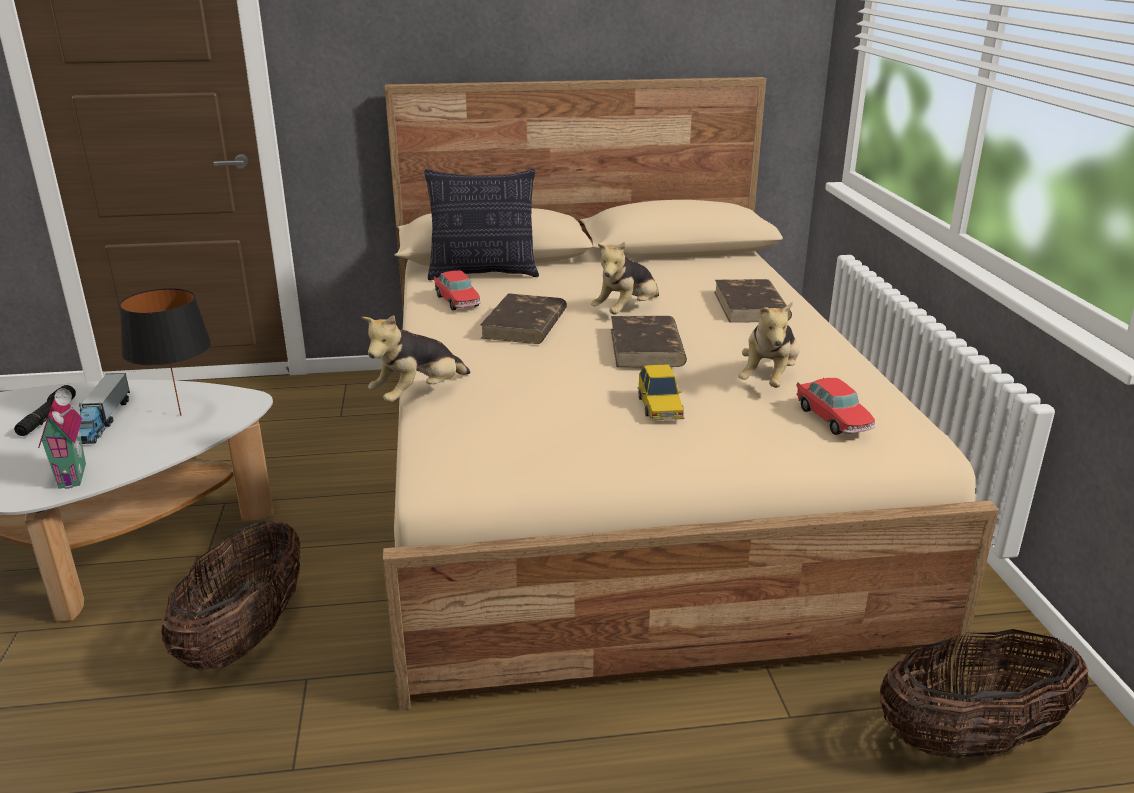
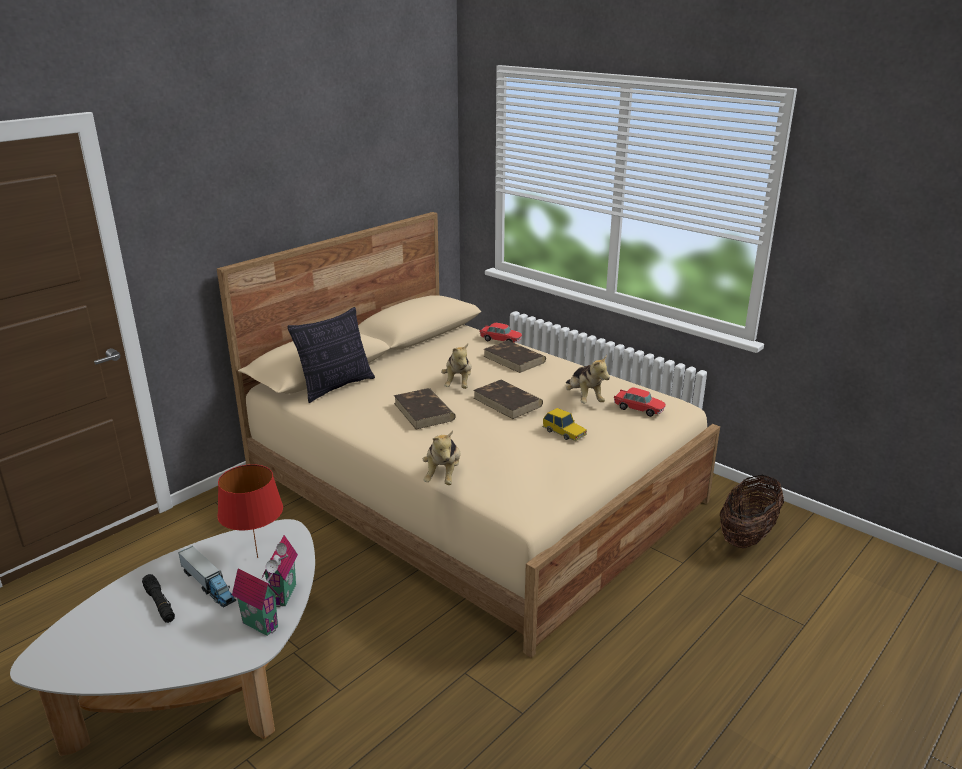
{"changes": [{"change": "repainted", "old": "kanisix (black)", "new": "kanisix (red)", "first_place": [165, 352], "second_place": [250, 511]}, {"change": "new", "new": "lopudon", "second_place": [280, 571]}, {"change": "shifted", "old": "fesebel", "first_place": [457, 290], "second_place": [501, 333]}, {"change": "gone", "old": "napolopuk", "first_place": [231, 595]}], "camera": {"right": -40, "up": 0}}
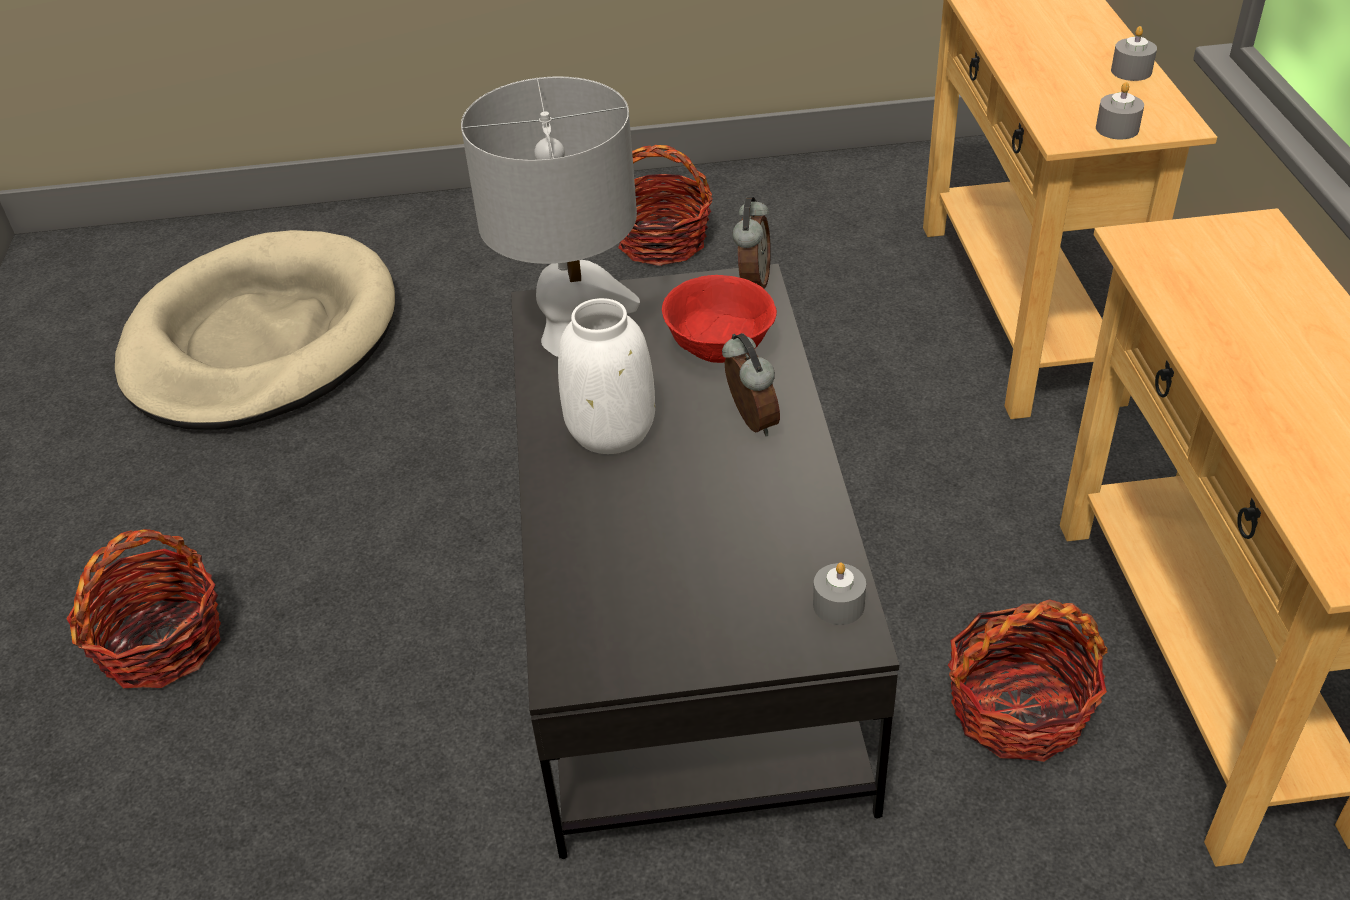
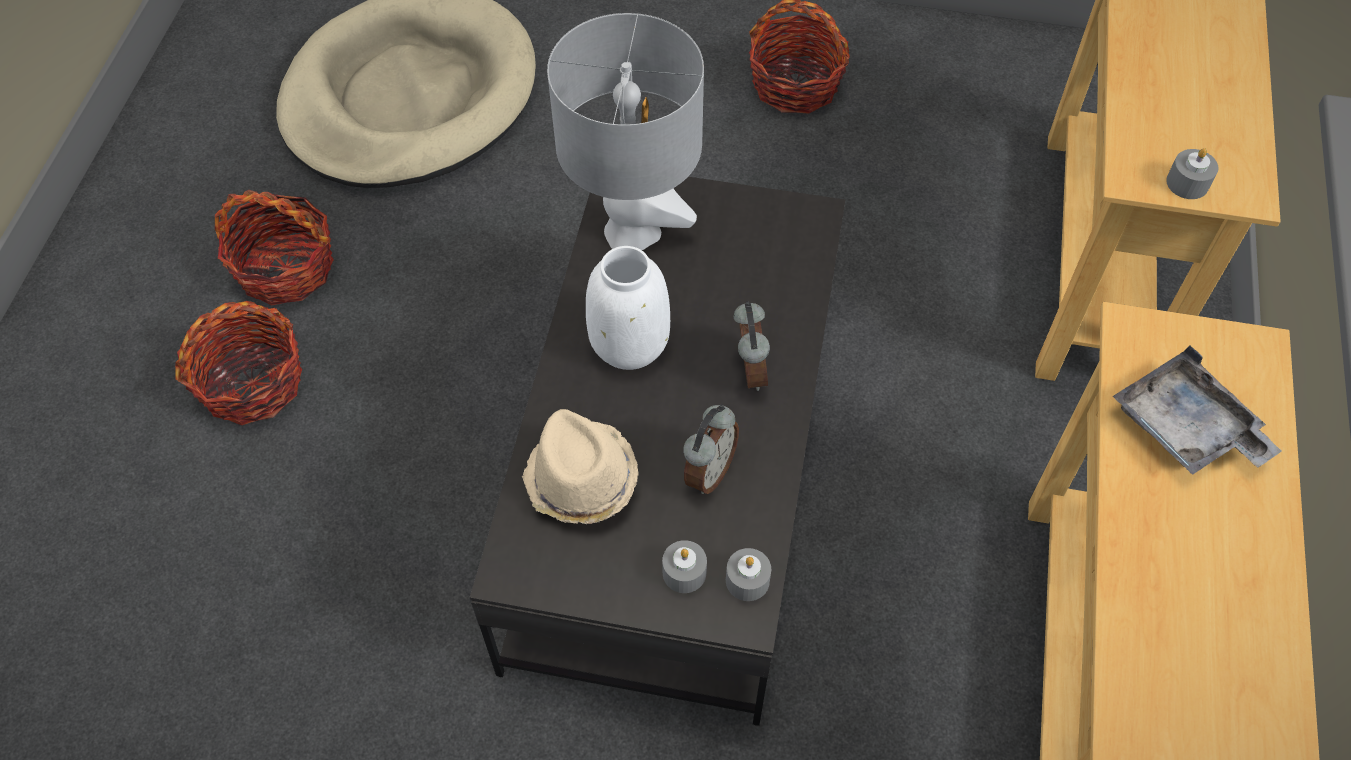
{"changes": [{"change": "shifted", "old": "napolopuk", "first_place": [1028, 680], "second_place": [274, 247]}, {"change": "new", "new": "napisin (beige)", "second_place": [580, 466]}, {"change": "shifted", "old": "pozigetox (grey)", "first_place": [1134, 53], "second_place": [684, 566]}, {"change": "shifted", "old": "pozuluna", "first_place": [752, 243], "second_place": [711, 449]}, {"change": "new", "new": "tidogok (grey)", "second_place": [1197, 410]}, {"change": "gone", "old": "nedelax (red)", "first_place": [719, 319]}], "camera": {"right": 15, "up": 15}}
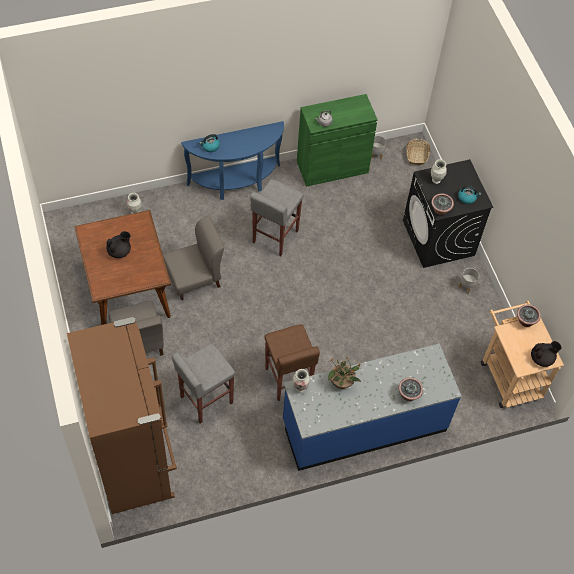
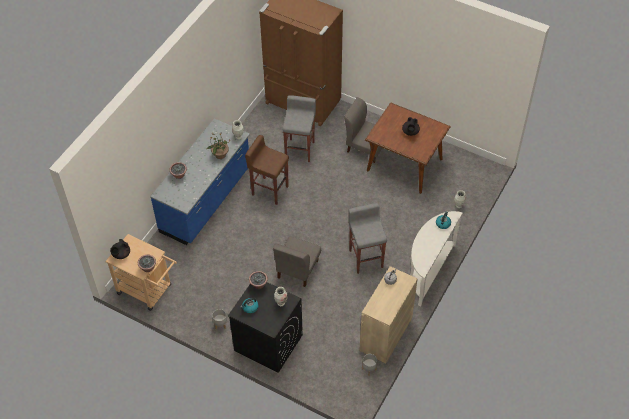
{"changes": [{"change": "shifted", "old": "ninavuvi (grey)", "first_place": [193, 258], "second_place": [297, 261]}, {"change": "repainted", "old": "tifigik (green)", "new": "tifigik (beige)", "first_place": [337, 140], "second_place": [388, 314]}, {"change": "repainted", "old": "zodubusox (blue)", "new": "zodubusox (white)", "first_place": [232, 160], "second_place": [436, 258]}, {"change": "gone", "old": "napolopuk", "first_place": [418, 152]}], "camera": {"right": 140, "up": -5}}
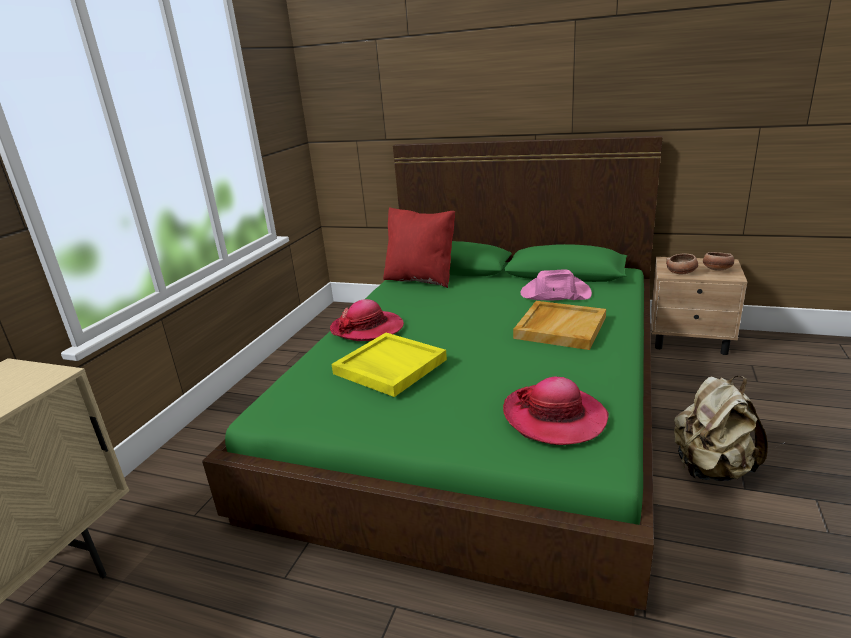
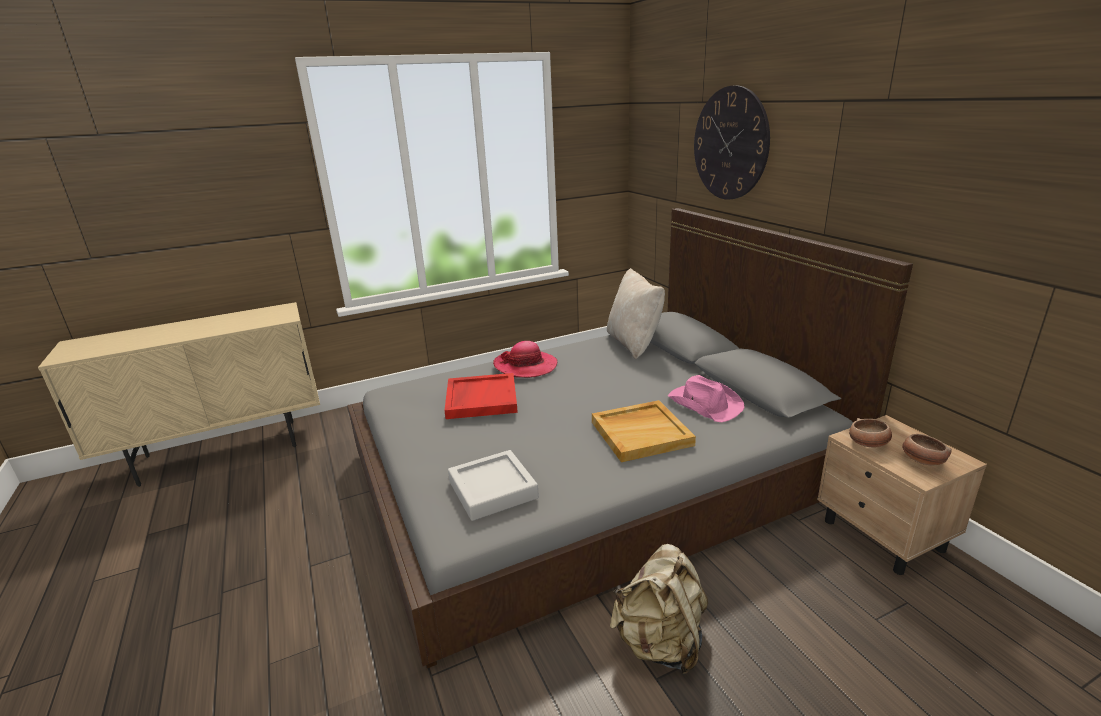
{"changes": [{"change": "repainted", "old": "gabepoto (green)", "new": "gabepoto (grey)", "first_place": [432, 376], "second_place": [630, 438]}, {"change": "repainted", "old": "tidogok (yellow)", "new": "tidogok (red)", "first_place": [389, 365], "second_place": [481, 396]}, {"change": "swapped", "old": "napisin", "new": "tidogok (grey)", "first_place": [556, 411], "second_place": [493, 485]}, {"change": "repainted", "old": "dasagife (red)", "new": "dasagife (beige)", "first_place": [419, 247], "second_place": [636, 313]}, {"change": "new", "new": "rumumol", "second_place": [732, 142]}], "camera": {"right": 45, "up": 0}}
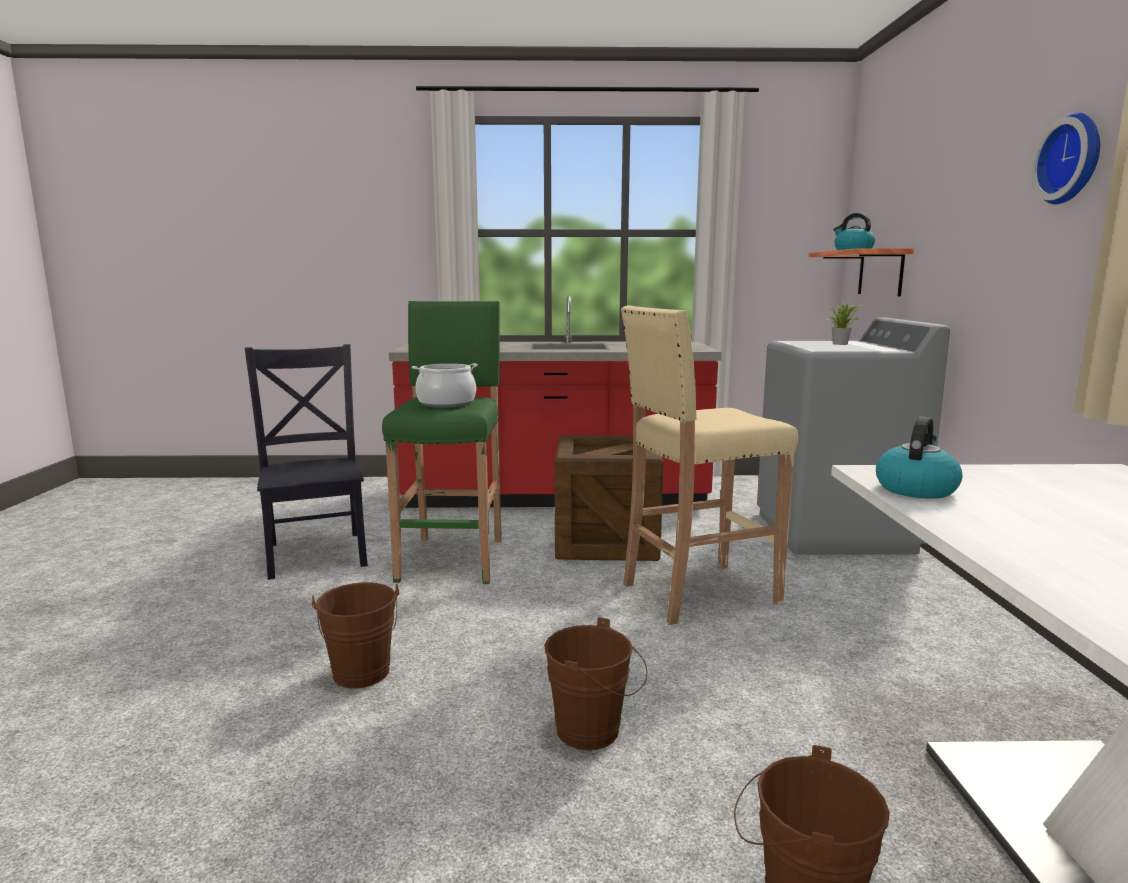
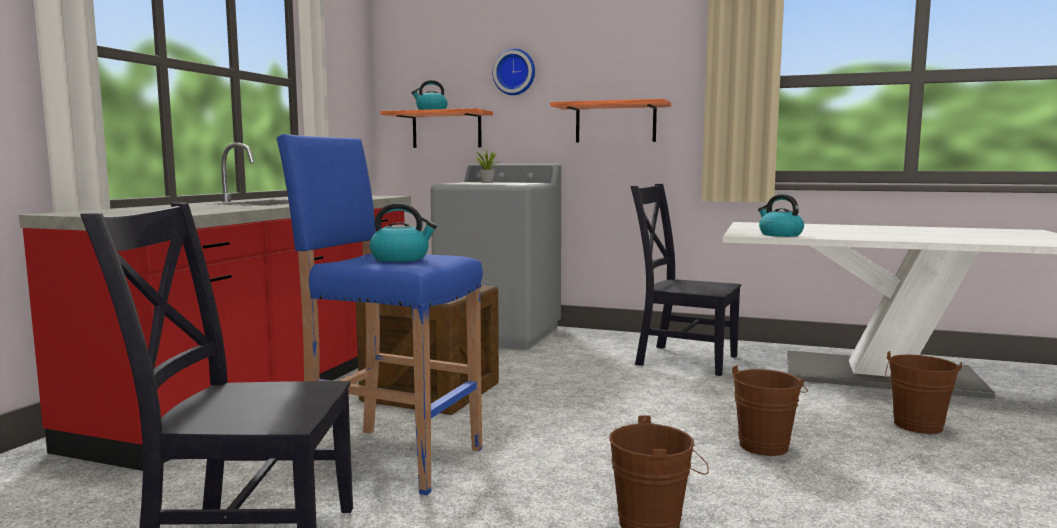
{"changes": [{"change": "repainted", "old": "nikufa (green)", "new": "nikufa (blue)", "first_place": [442, 442], "second_place": [379, 314]}, {"change": "swapped", "old": "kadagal", "new": "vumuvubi", "first_place": [445, 385], "second_place": [403, 232]}, {"change": "shifted", "old": "rumumol", "first_place": [1065, 158], "second_place": [514, 72]}, {"change": "new", "new": "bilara", "second_place": [610, 121]}, {"change": "new", "new": "ninavuvi (black)", "second_place": [685, 280]}, {"change": "gone", "old": "nikufa (beige)", "first_place": [709, 465]}], "camera": {"right": -70, "up": -5}}
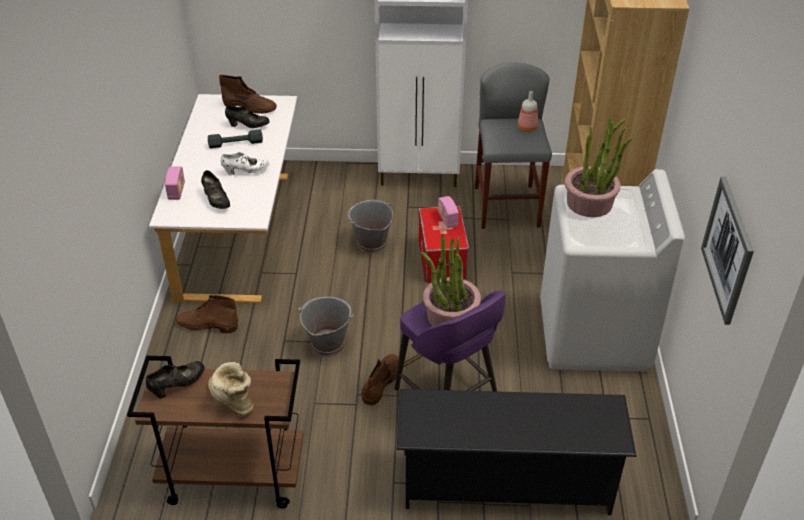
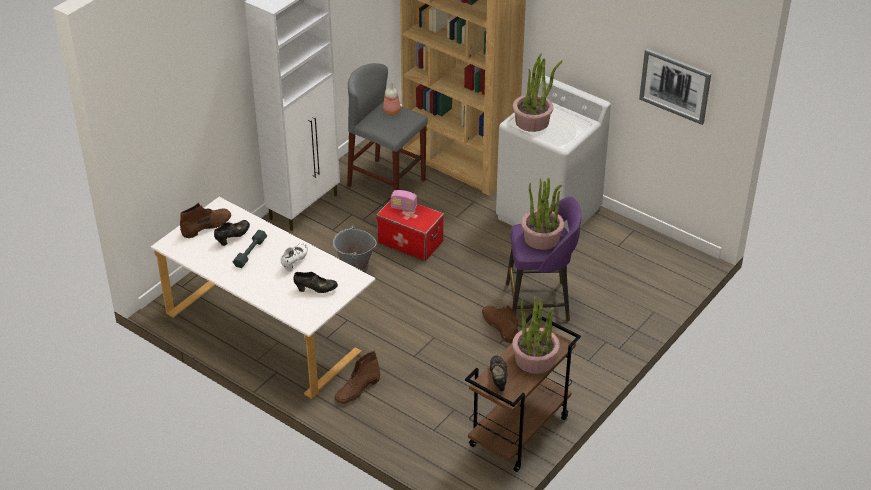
{"changes": [{"change": "swapped", "old": "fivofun", "new": "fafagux", "first_place": [231, 389], "second_place": [536, 335]}, {"change": "gone", "old": "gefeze", "first_place": [175, 183]}, {"change": "gone", "old": "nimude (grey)", "first_place": [326, 327]}, {"change": "gone", "old": "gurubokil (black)", "first_place": [517, 452]}], "camera": {"right": -55, "up": 0}}
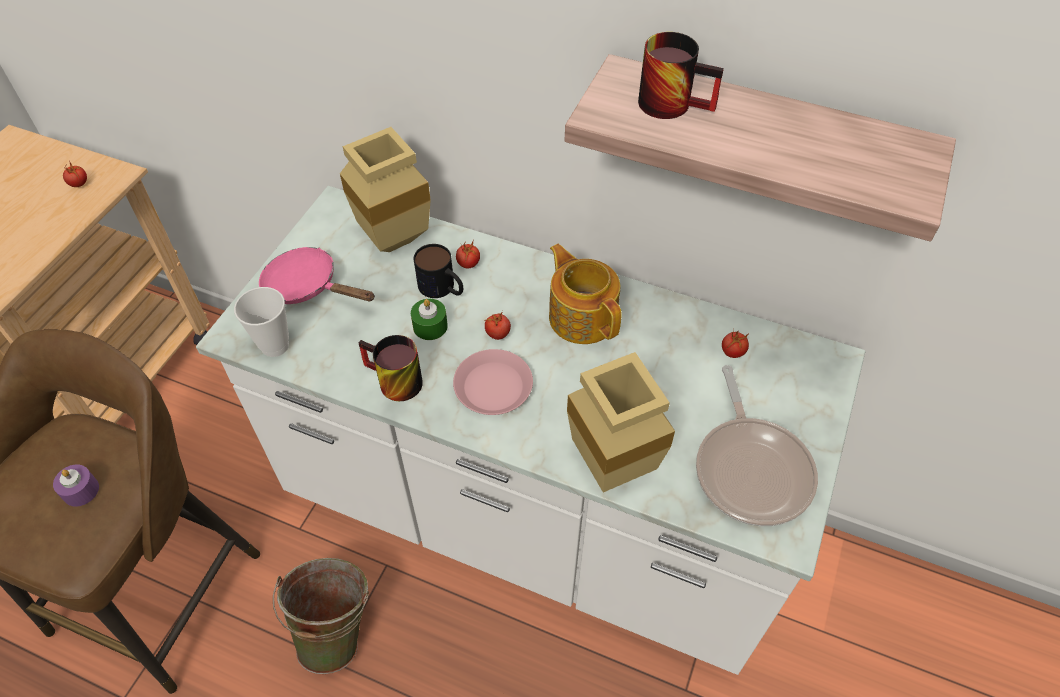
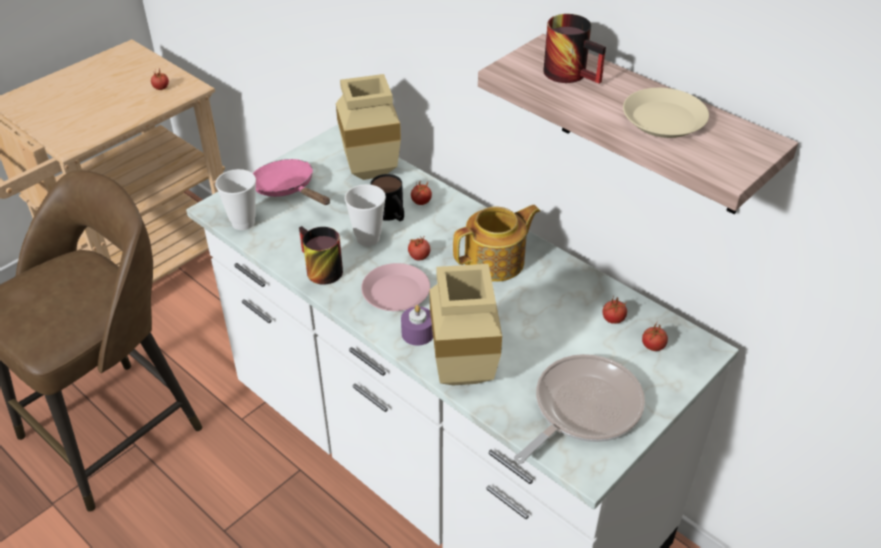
{"changes": [{"change": "swapped", "old": "pozigetox (green)", "new": "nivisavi", "first_place": [429, 319], "second_place": [365, 215]}, {"change": "shifted", "old": "pozigetox (purple)", "first_place": [76, 485], "second_place": [417, 325]}, {"change": "rotated", "old": "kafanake", "first_place": [585, 294], "second_place": [496, 243], "degrees": 75}, {"change": "rotated", "old": "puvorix", "first_place": [757, 445], "second_place": [579, 409], "degrees": -150}, {"change": "new", "new": "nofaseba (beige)", "second_place": [666, 113]}, {"change": "new", "new": "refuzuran", "second_place": [655, 336]}, {"change": "gone", "old": "nimude (green)", "first_place": [321, 616]}], "camera": {"right": 20, "up": -10}}
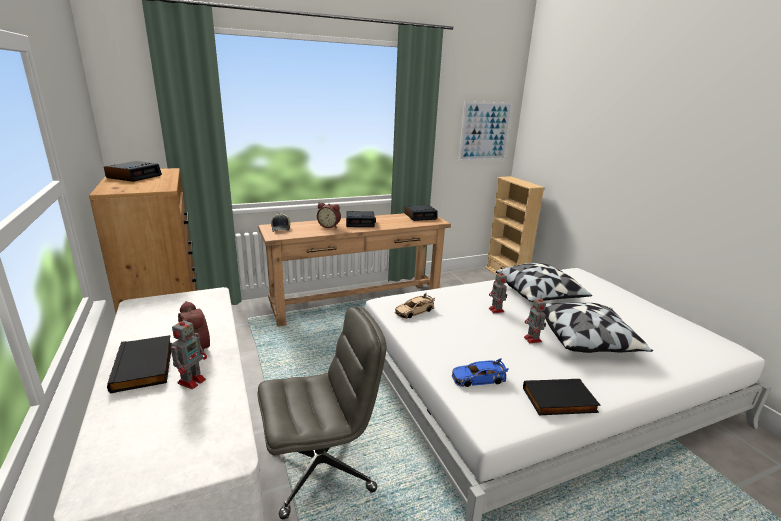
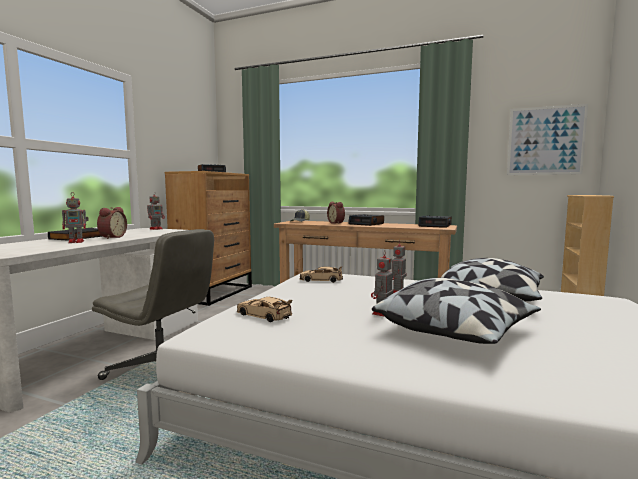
{"changes": [{"change": "new", "new": "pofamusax", "second_place": [156, 211]}, {"change": "repainted", "old": "fesebel (blue)", "new": "fesebel (beige)", "first_place": [480, 372], "second_place": [264, 309]}, {"change": "gone", "old": "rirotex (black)", "first_place": [562, 397]}], "camera": {"right": 45, "up": -15}}
